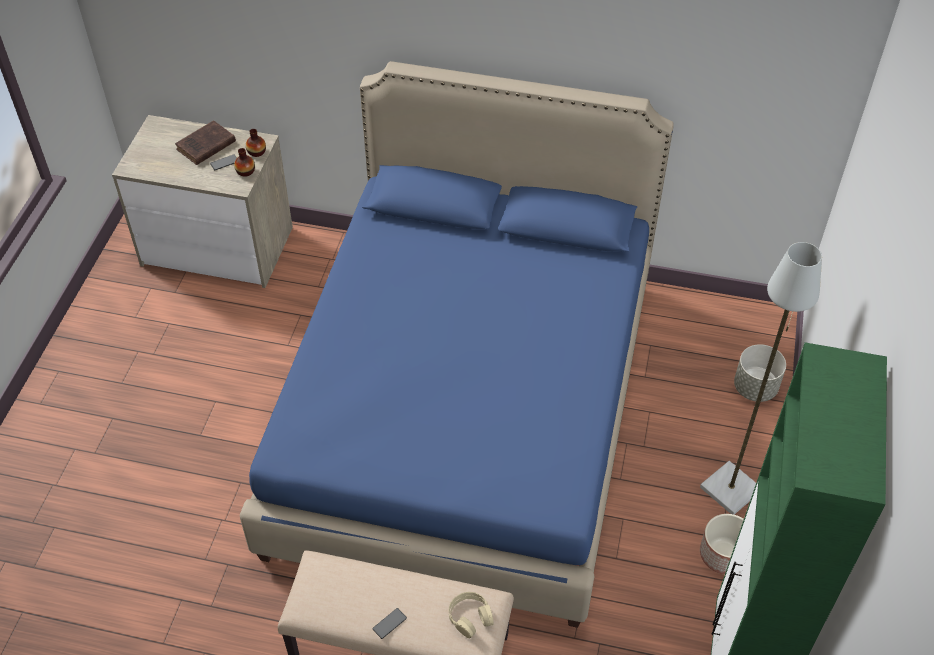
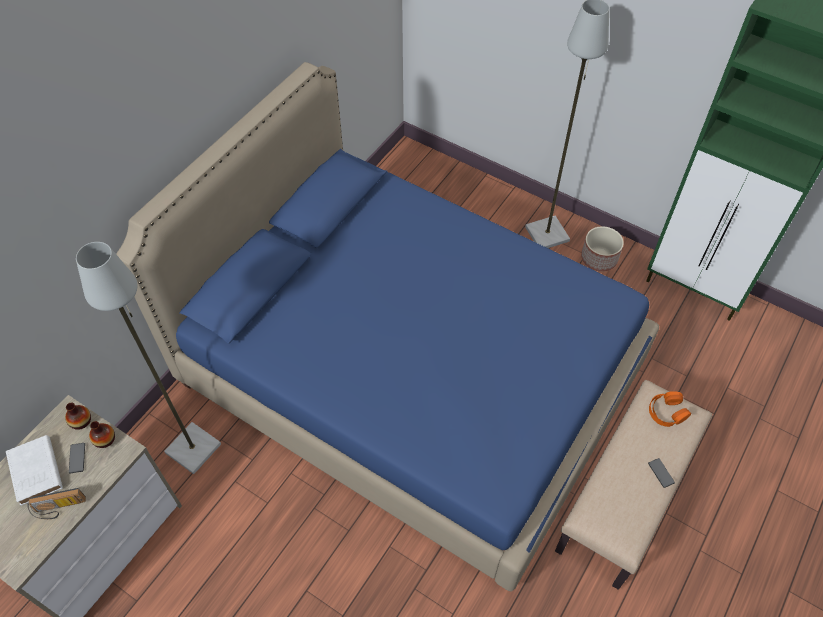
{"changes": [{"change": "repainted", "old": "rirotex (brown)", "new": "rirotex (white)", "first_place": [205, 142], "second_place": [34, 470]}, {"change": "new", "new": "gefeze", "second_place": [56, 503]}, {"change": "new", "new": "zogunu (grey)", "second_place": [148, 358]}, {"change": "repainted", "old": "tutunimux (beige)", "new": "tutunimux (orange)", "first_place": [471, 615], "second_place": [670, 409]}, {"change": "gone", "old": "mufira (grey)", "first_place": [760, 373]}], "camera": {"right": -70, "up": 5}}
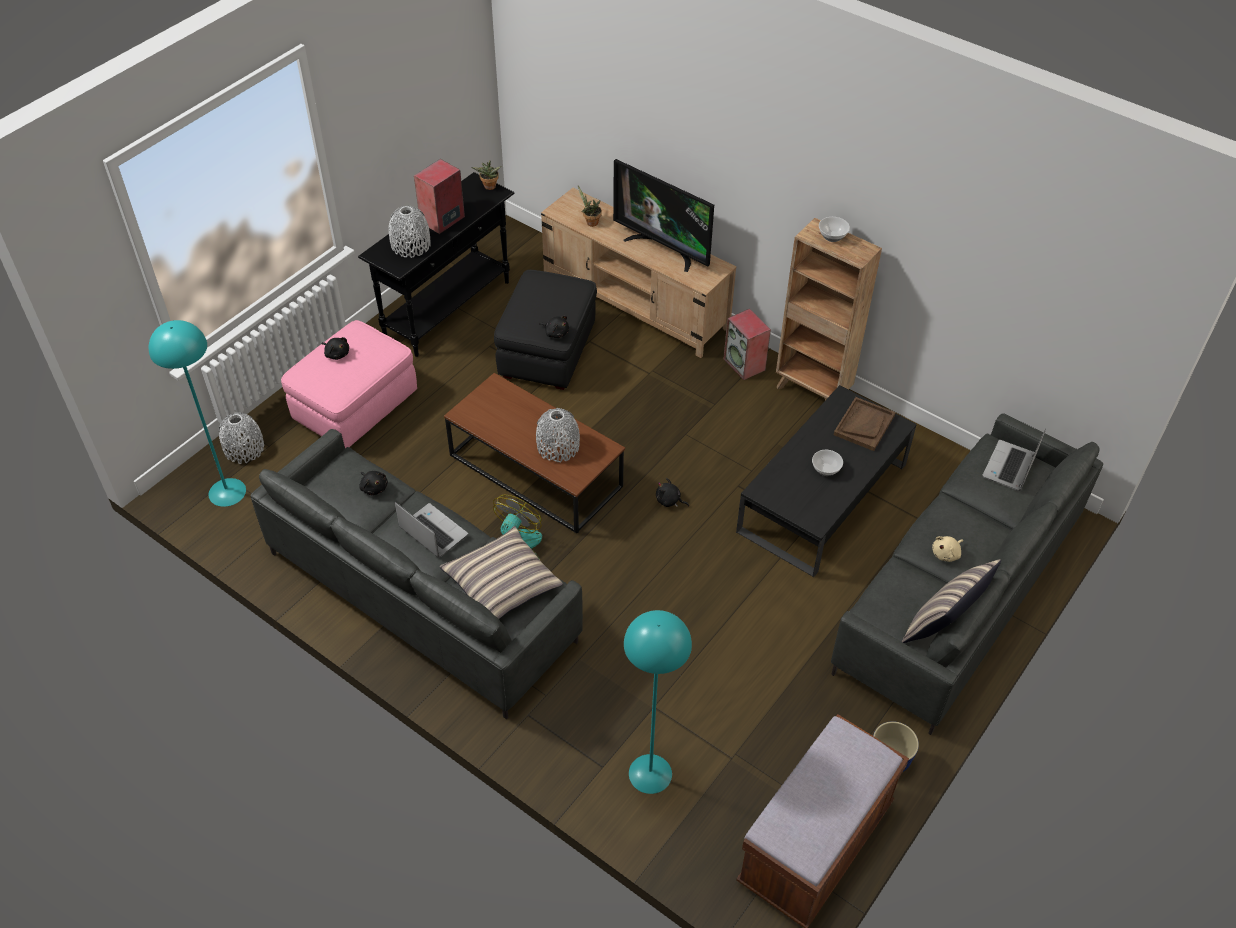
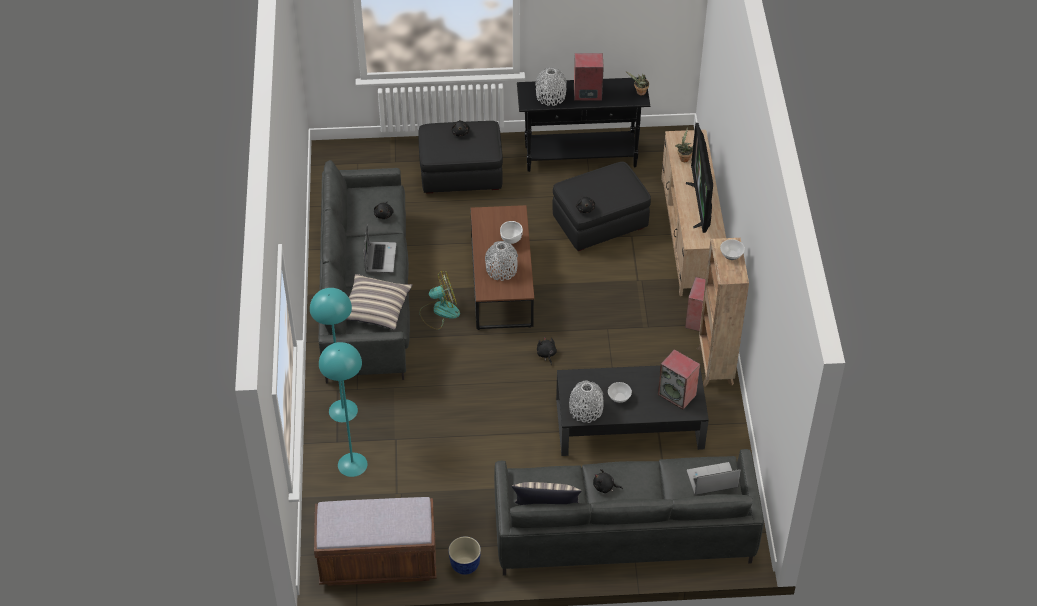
{"changes": [{"change": "shifted", "old": "zogunu (turquoise)", "first_place": [197, 413], "second_place": [334, 355]}, {"change": "repainted", "old": "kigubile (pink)", "new": "kigubile (black)", "first_place": [349, 384], "second_place": [460, 157]}, {"change": "new", "new": "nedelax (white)", "second_place": [511, 232]}, {"change": "shifted", "old": "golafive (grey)", "first_place": [241, 438], "second_place": [586, 402]}, {"change": "repainted", "old": "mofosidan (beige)", "new": "mofosidan (black)", "first_place": [947, 549], "second_place": [608, 481]}, {"change": "swapped", "old": "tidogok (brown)", "new": "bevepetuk", "first_place": [864, 424], "second_place": [679, 379]}], "camera": {"right": 50, "up": 0}}
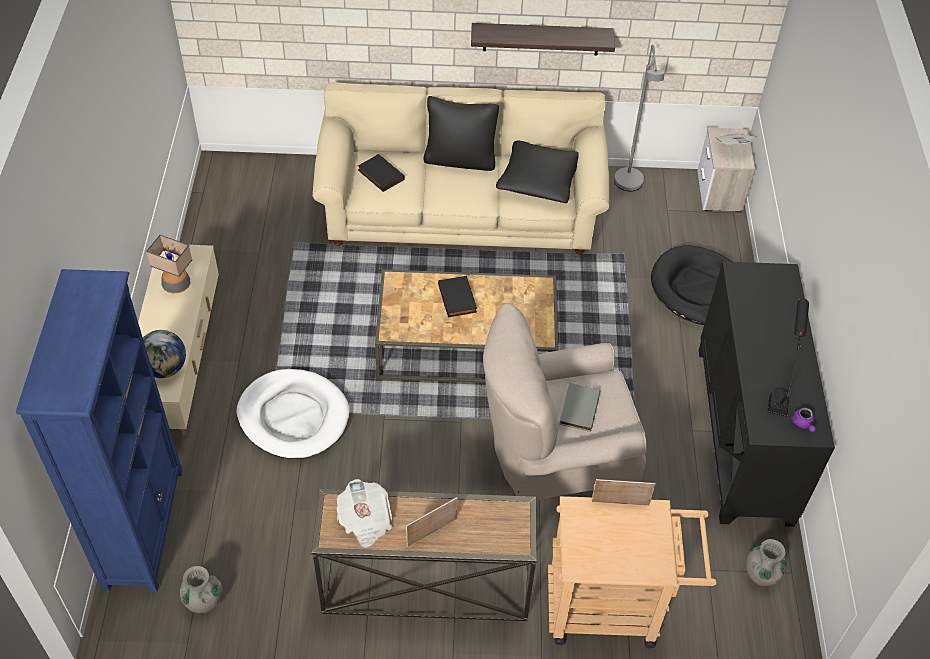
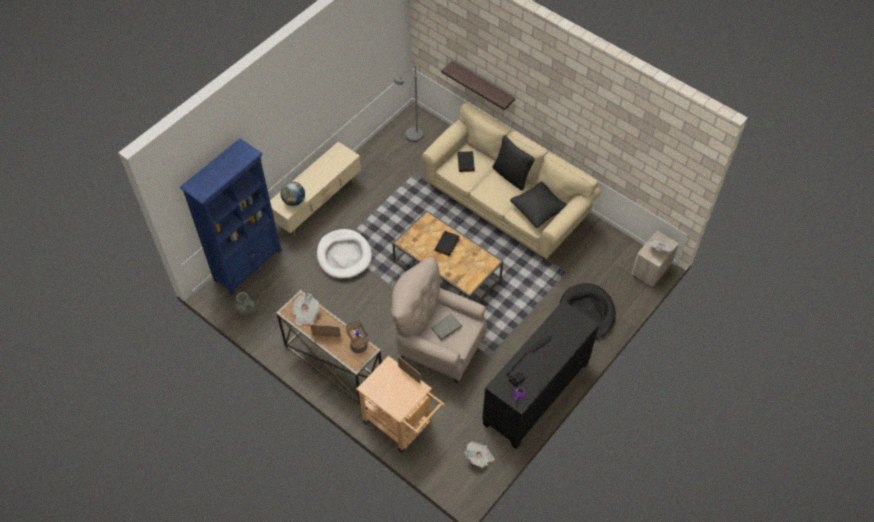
{"changes": [{"change": "shifted", "old": "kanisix", "first_place": [169, 264], "second_place": [357, 336]}, {"change": "shifted", "old": "zogunu (grey)", "first_place": [639, 117], "second_place": [408, 103]}, {"change": "shifted", "old": "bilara", "first_place": [543, 39], "second_place": [478, 85]}, {"change": "swapped", "old": "golafive (grey)", "new": "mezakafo", "first_place": [766, 562], "second_place": [479, 455]}], "camera": {"right": 40, "up": 5}}
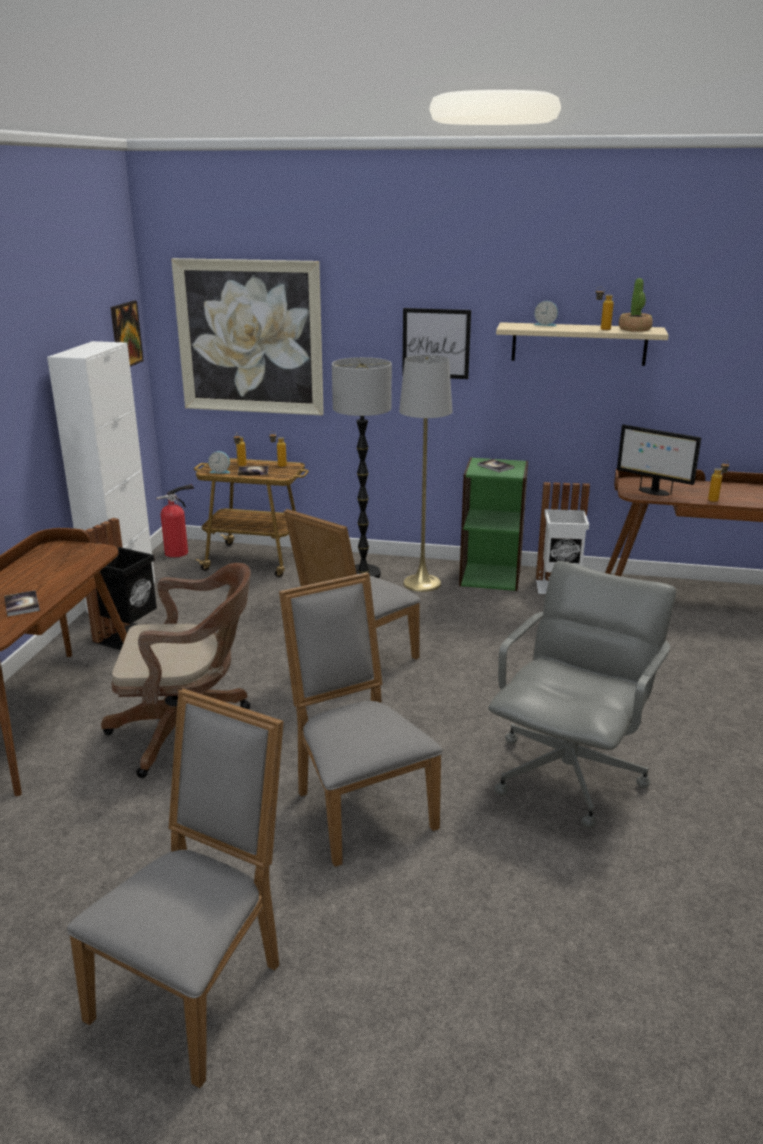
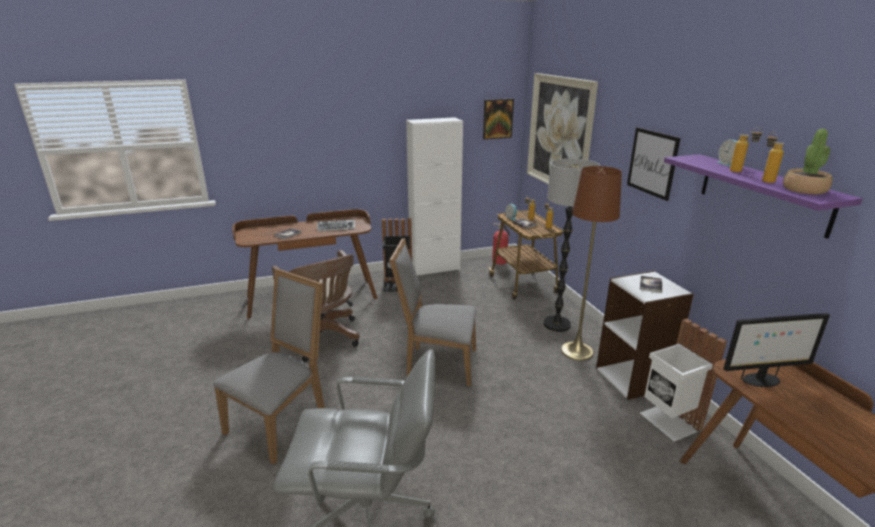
{"changes": [{"change": "new", "new": "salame", "second_place": [336, 226]}, {"change": "repainted", "old": "zogunu (grey)", "new": "zogunu (brown)", "first_place": [425, 473], "second_place": [591, 263]}, {"change": "repainted", "old": "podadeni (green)", "new": "podadeni (white)", "first_place": [493, 524], "second_place": [645, 335]}, {"change": "repainted", "old": "bilara (beige)", "new": "bilara (purple)", "first_place": [582, 344], "second_place": [763, 196]}, {"change": "rotated", "old": "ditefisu", "first_place": [659, 460], "second_place": [776, 350], "degrees": -105}, {"change": "shifted", "old": "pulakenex", "first_place": [718, 481], "second_place": [746, 149]}, {"change": "gone", "old": "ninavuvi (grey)", "first_place": [175, 888]}], "camera": {"right": 60, "up": 0}}
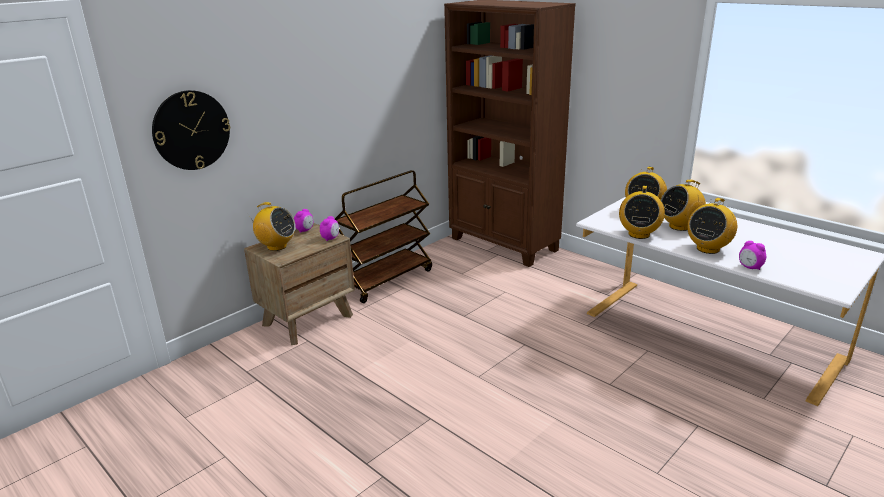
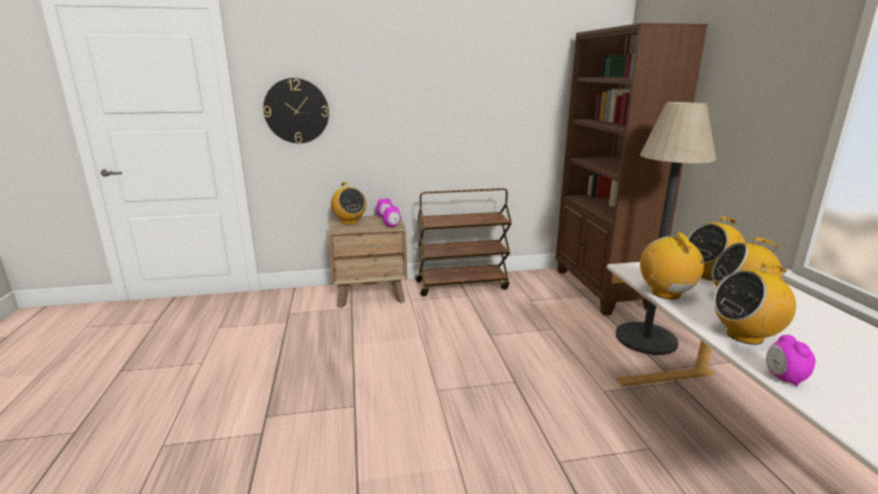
{"changes": [{"change": "new", "new": "zogunu", "second_place": [666, 228]}, {"change": "rotated", "old": "gefeze", "first_place": [642, 212], "second_place": [675, 266], "degrees": 120}], "camera": {"right": 35, "up": -5}}
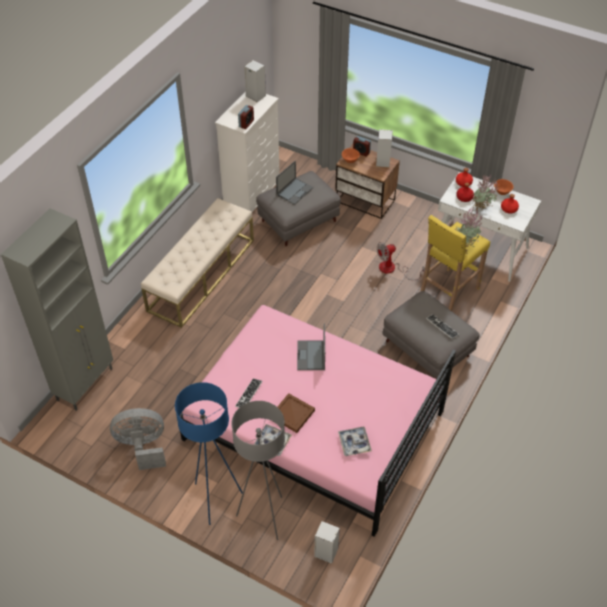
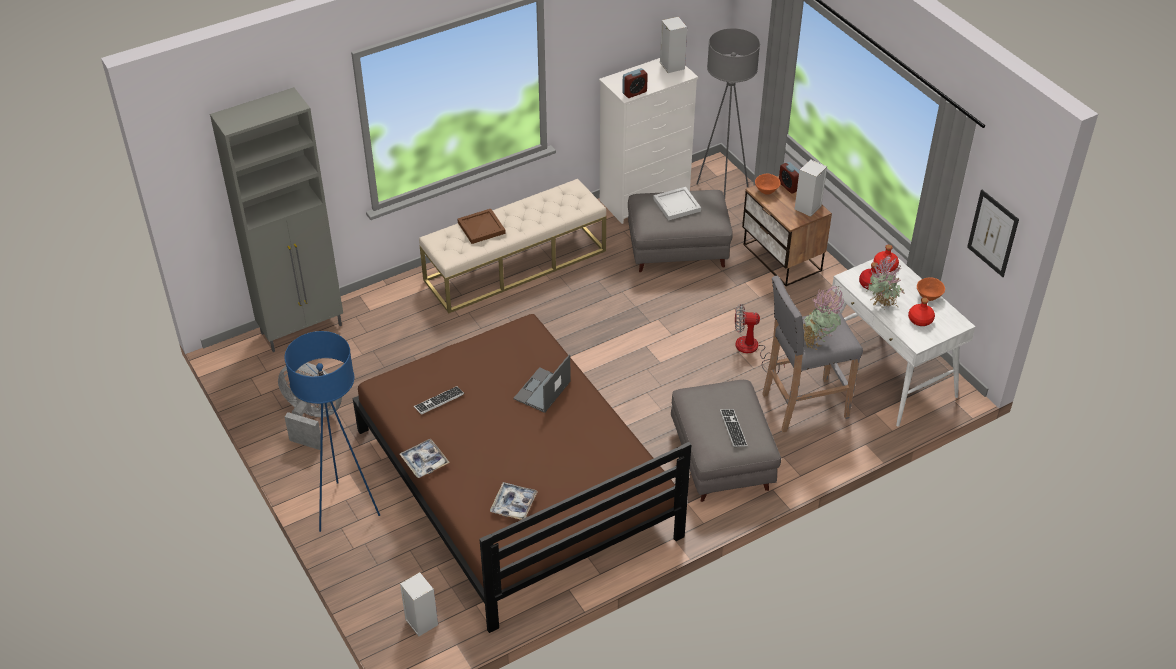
{"changes": [{"change": "repainted", "old": "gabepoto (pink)", "new": "gabepoto (brown)", "first_place": [318, 421], "second_place": [522, 473]}, {"change": "shifted", "old": "tidogok (brown)", "first_place": [296, 413], "second_place": [481, 226]}, {"change": "swapped", "old": "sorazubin", "new": "tidogok (white)", "first_place": [295, 183], "second_place": [677, 204]}, {"change": "shifted", "old": "zogunu (grey)", "first_place": [258, 470], "second_place": [728, 113]}, {"change": "repainted", "old": "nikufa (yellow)", "new": "nikufa (grey)", "first_place": [455, 263], "second_place": [812, 354]}, {"change": "new", "new": "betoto", "second_place": [993, 233]}], "camera": {"right": 30, "up": -5}}
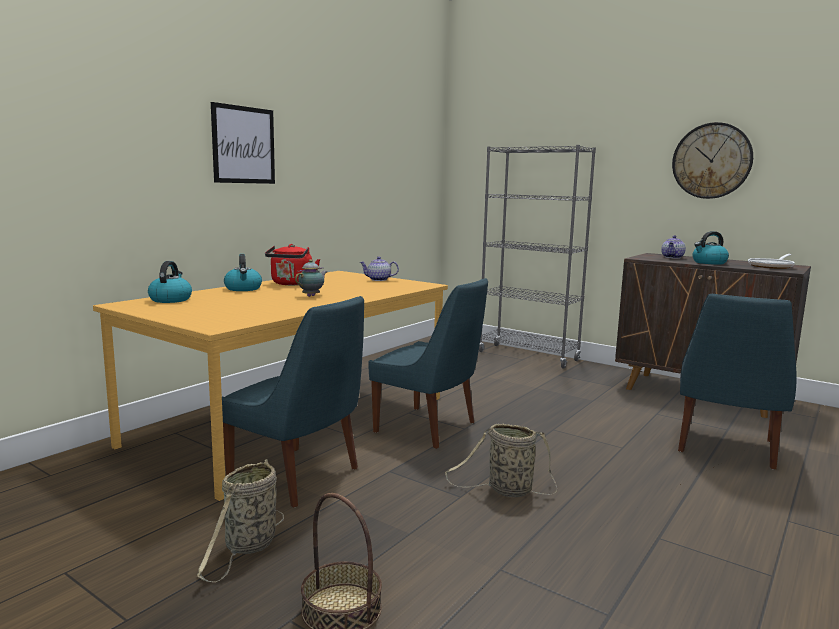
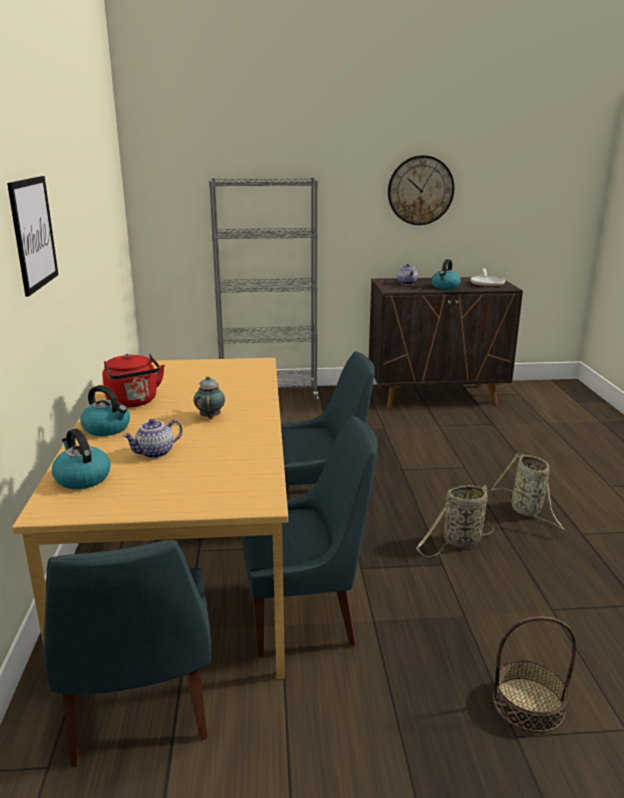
{"changes": [{"change": "shifted", "old": "ninavuvi (blue)", "first_place": [737, 381], "second_place": [127, 653]}, {"change": "shifted", "old": "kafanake", "first_place": [379, 269], "second_place": [152, 438]}, {"change": "shifted", "old": "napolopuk", "first_place": [240, 520], "second_place": [528, 491]}], "camera": {"right": -40, "up": 10}}
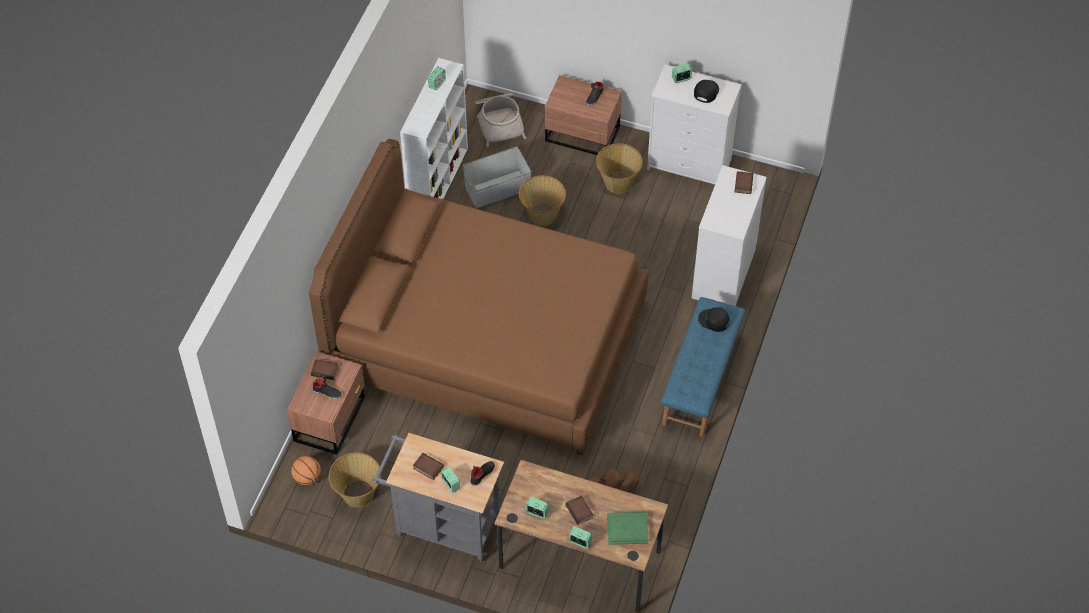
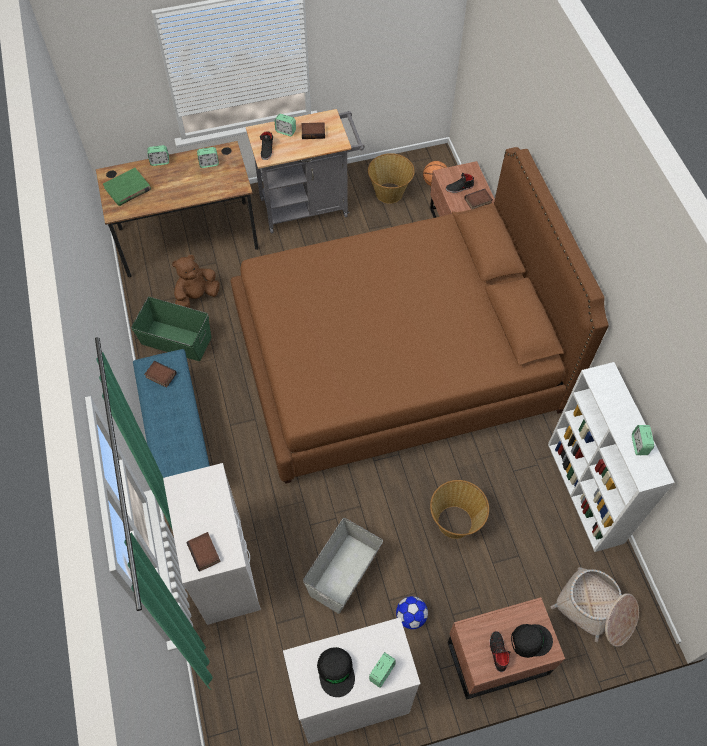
{"changes": [{"change": "new", "new": "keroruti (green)", "second_place": [171, 329]}, {"change": "shifted", "old": "rirotex", "first_place": [579, 510], "second_place": [160, 374]}, {"change": "shifted", "old": "keroruti (grey)", "first_place": [497, 177], "second_place": [343, 566]}, {"change": "swapped", "old": "napolopuk", "new": "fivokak", "first_place": [619, 168], "second_place": [412, 612]}, {"change": "shifted", "old": "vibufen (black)", "first_place": [714, 319], "second_place": [532, 641]}], "camera": {"right": 145, "up": 5}}
